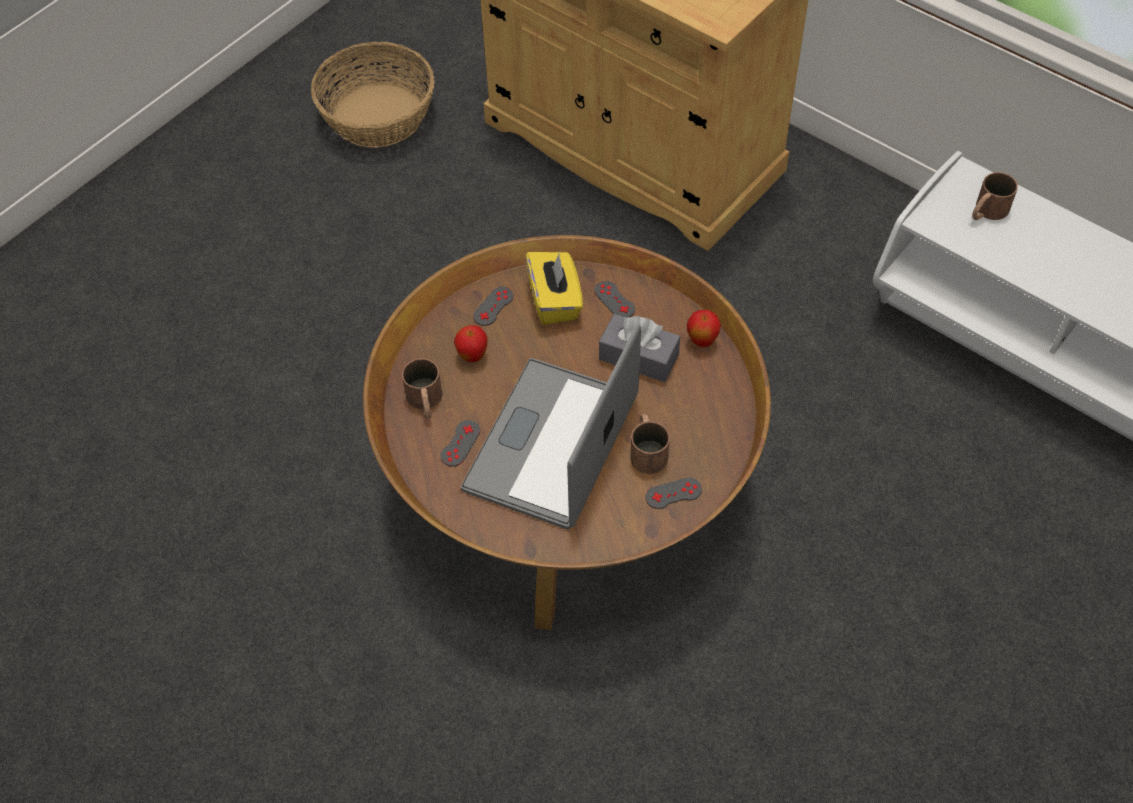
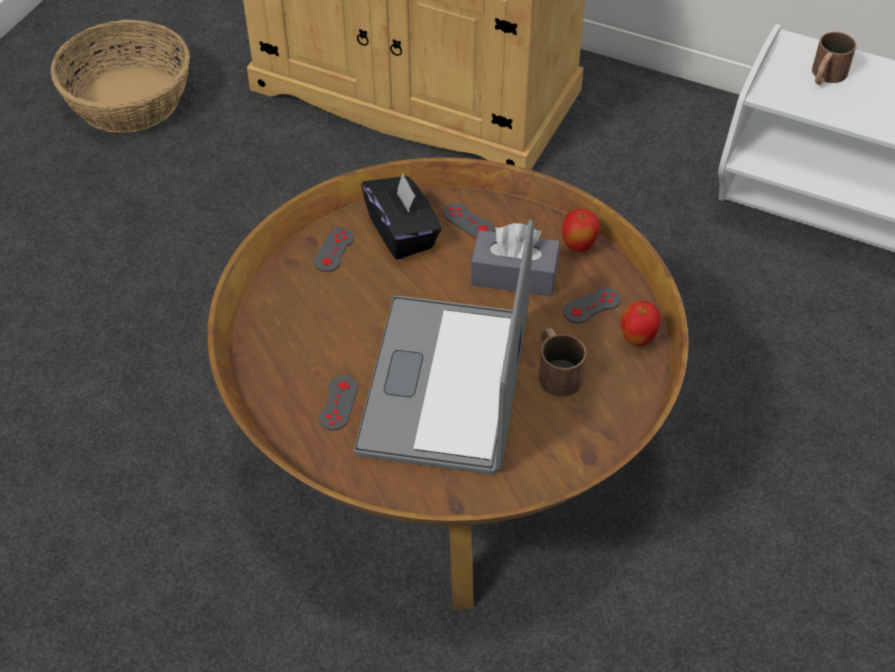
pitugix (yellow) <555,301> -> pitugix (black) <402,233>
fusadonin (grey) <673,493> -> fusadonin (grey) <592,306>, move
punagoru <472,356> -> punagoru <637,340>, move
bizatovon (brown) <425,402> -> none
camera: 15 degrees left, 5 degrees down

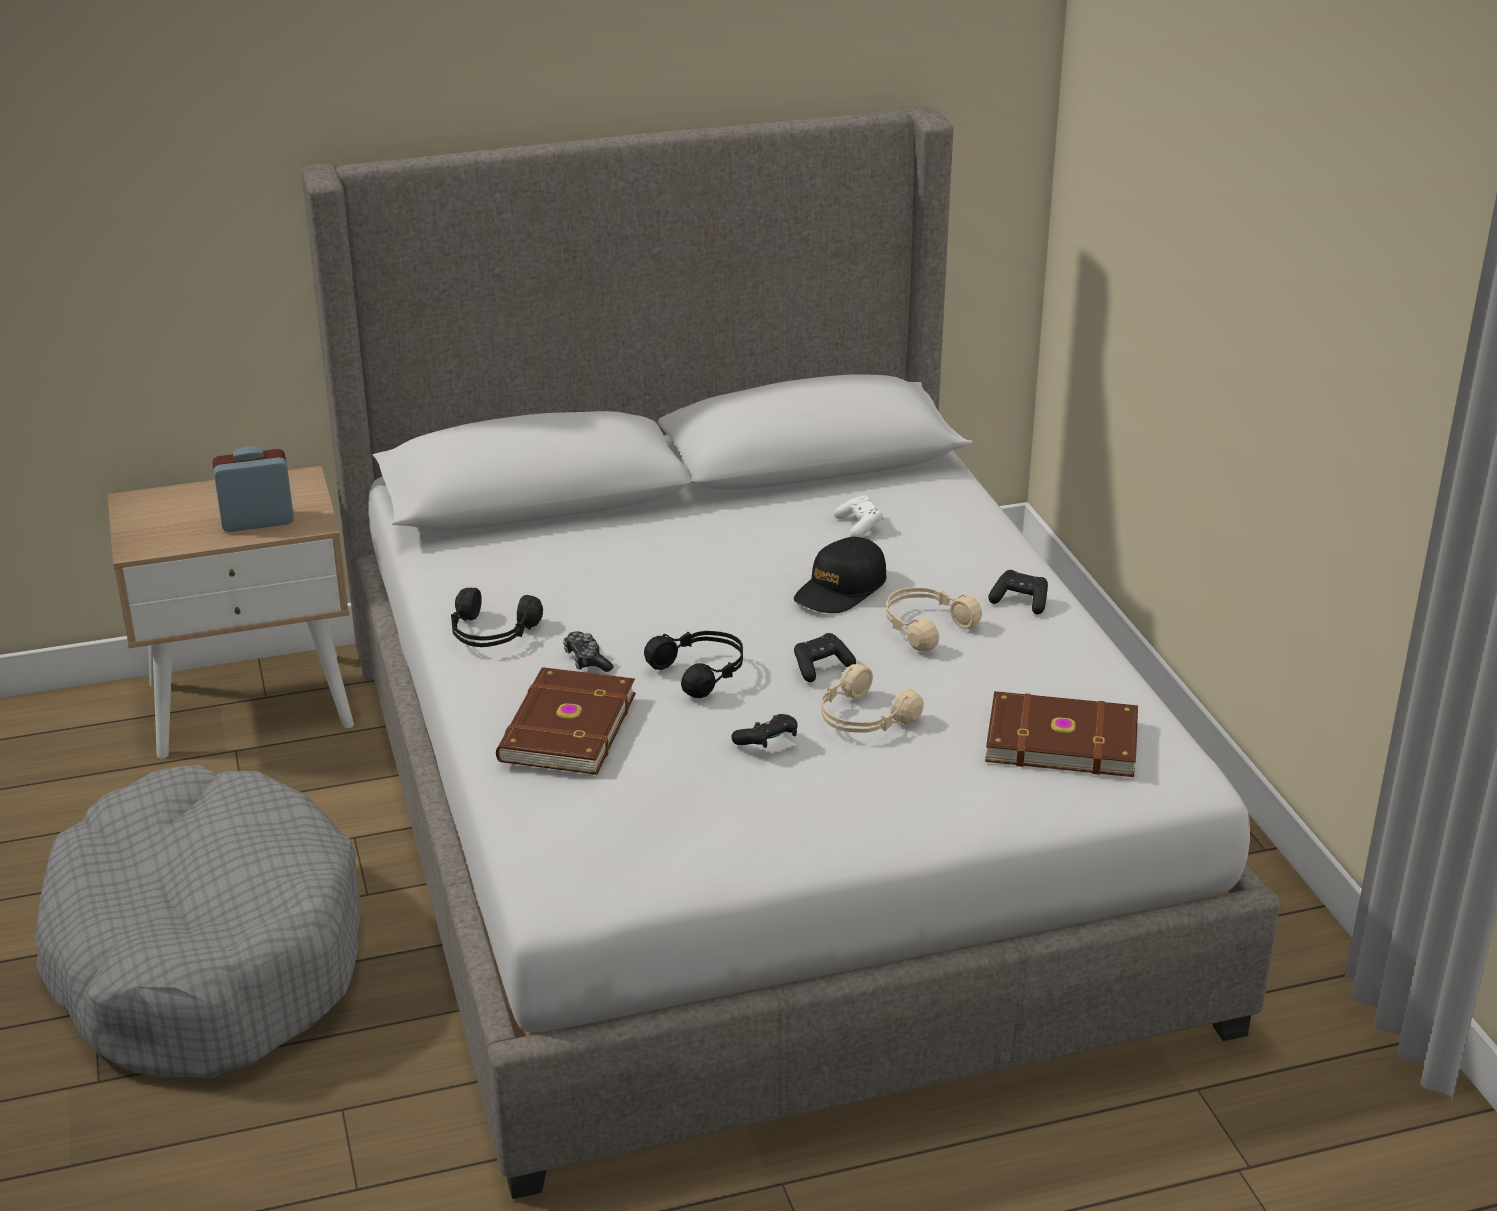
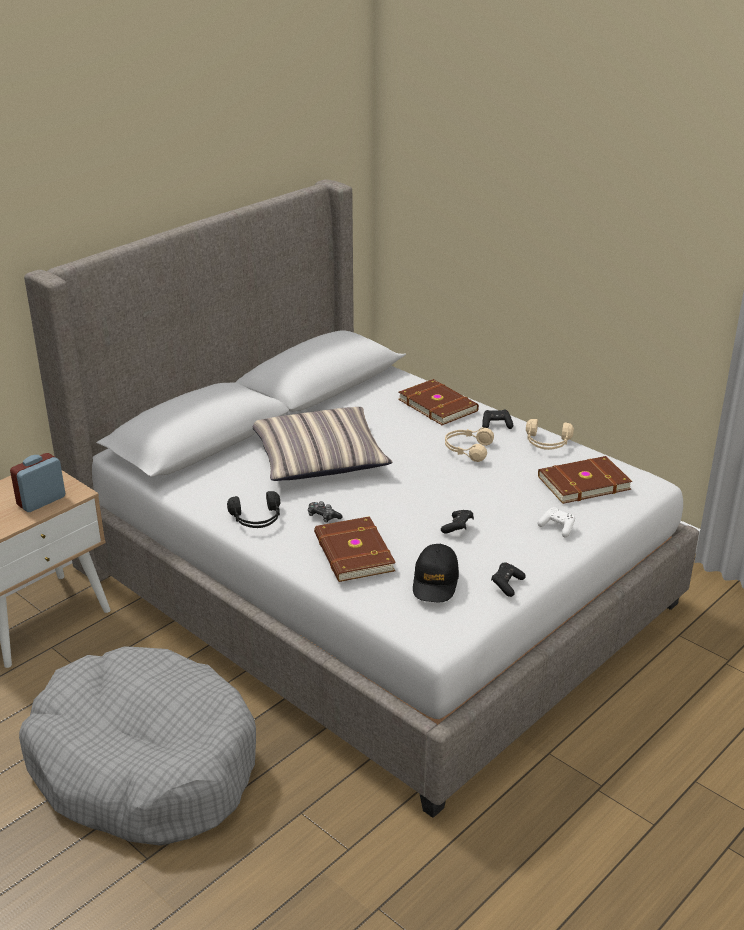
none -> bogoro <319,458>
none -> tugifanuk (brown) <438,404>
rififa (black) <840,589> -> rififa (black) <435,582>, move
fusadonin (black) <821,667> -> fusadonin (black) <506,585>, move
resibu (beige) <862,719> -> resibu (beige) <547,443>, move
fusadonin (white) <859,526> -> fusadonin (white) <557,527>, move
resibu (black) <701,672> -> none
camera: 30 degrees left, 0 degrees up

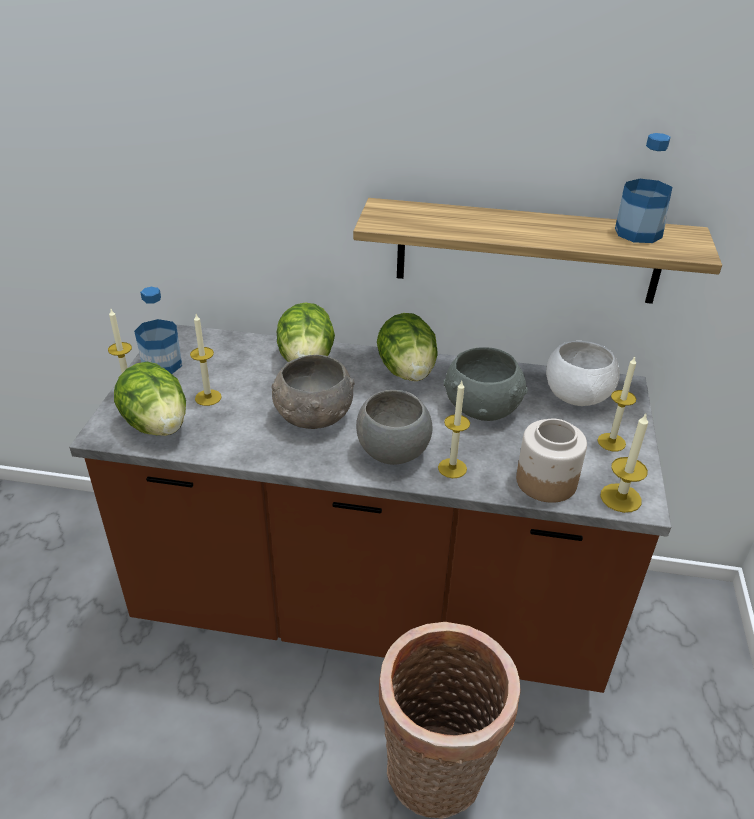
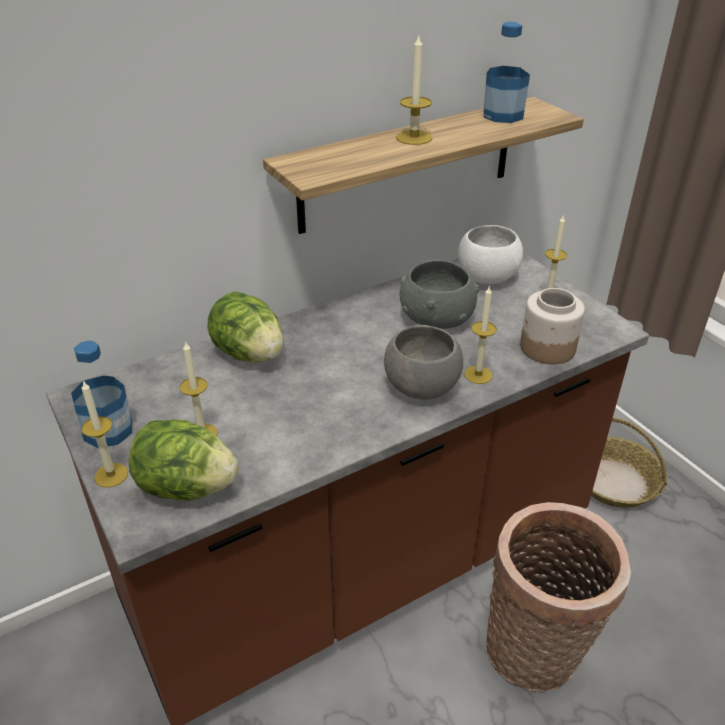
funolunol <620,498> -> funolunol <414,137>, move
none -> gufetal <615,481>
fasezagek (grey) <313,416> -> none
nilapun <407,372> -> none
camera: 40 degrees left, 0 degrees up

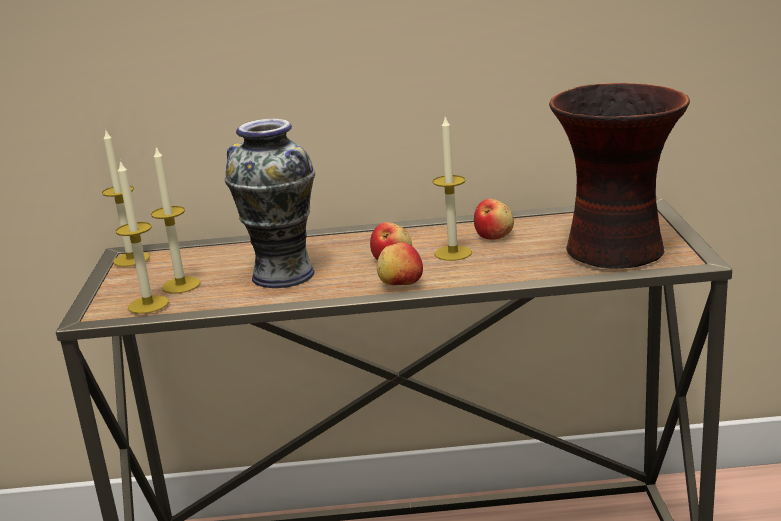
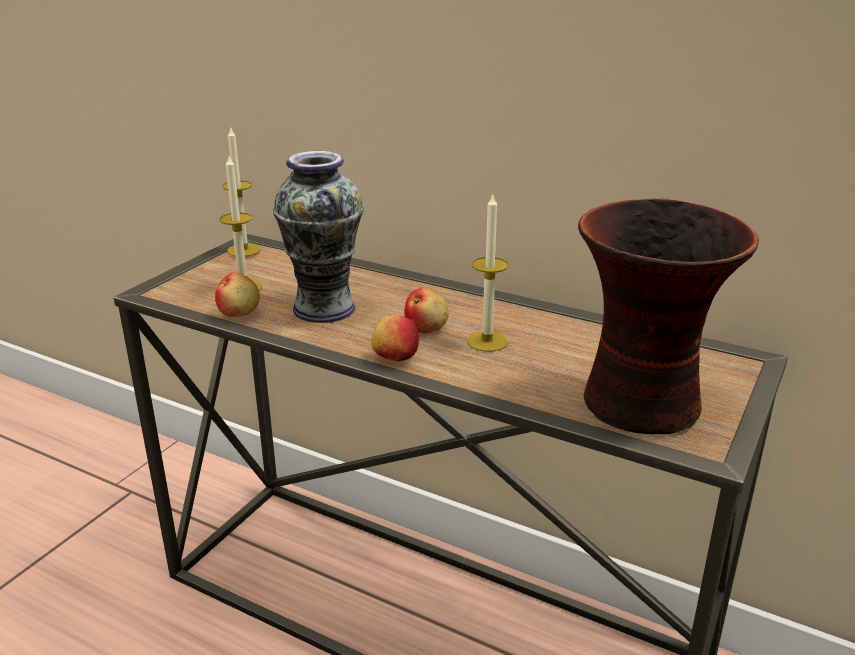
punagoru <494,236> -> punagoru <240,312>, move
funolunol <148,304> -> none
camera: 30 degrees right, 5 degrees up

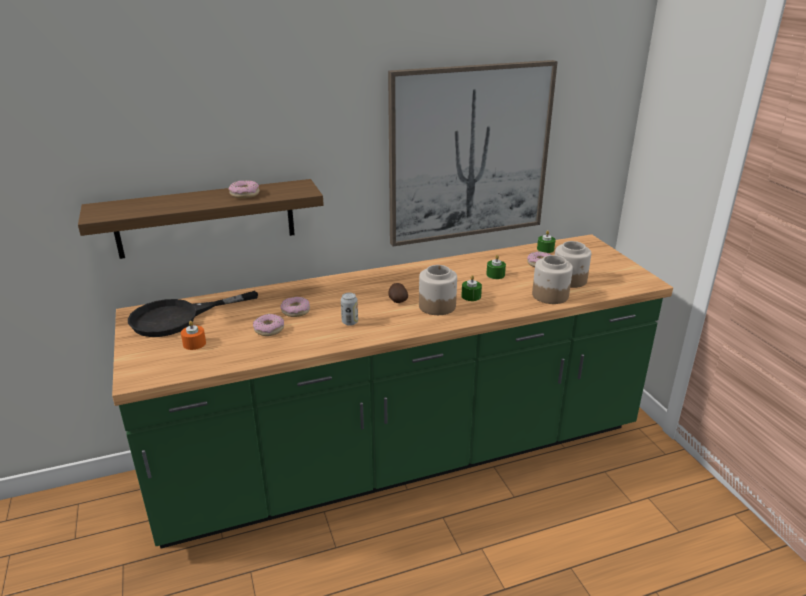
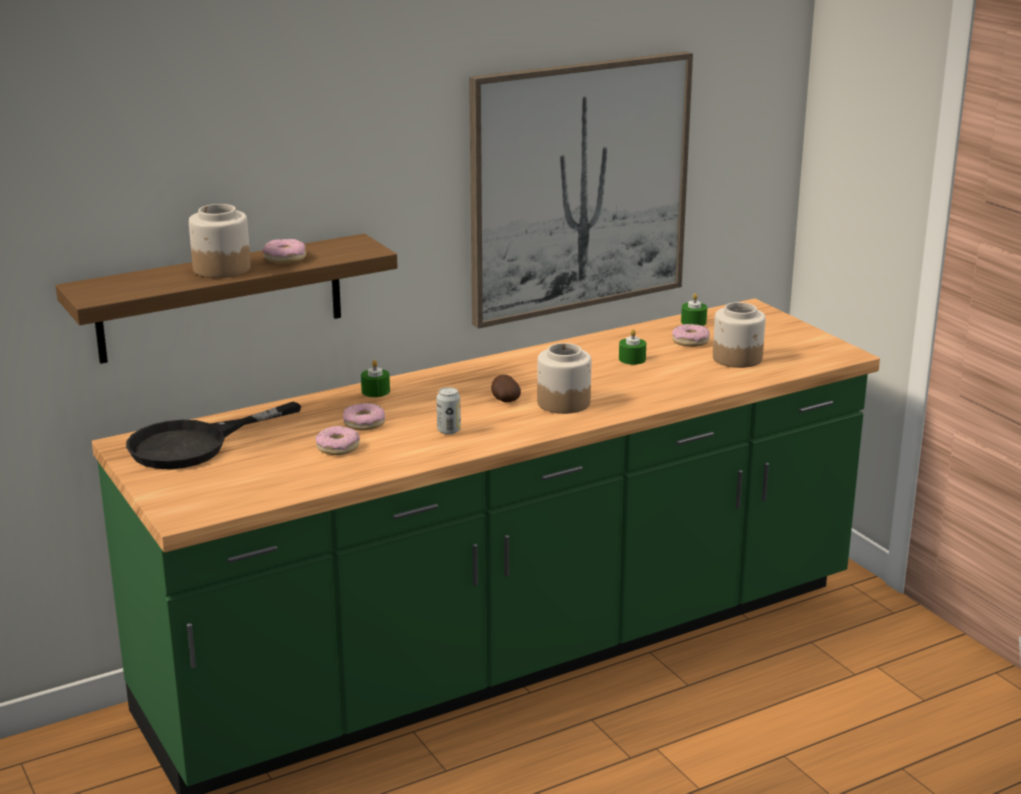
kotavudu <549,295> -> kotavudu <221,269>, move
funolunol (green) <471,296> -> funolunol (green) <375,391>, move
funolunol (orange) <194,343> -> none
camera: 10 degrees left, 5 degrees down

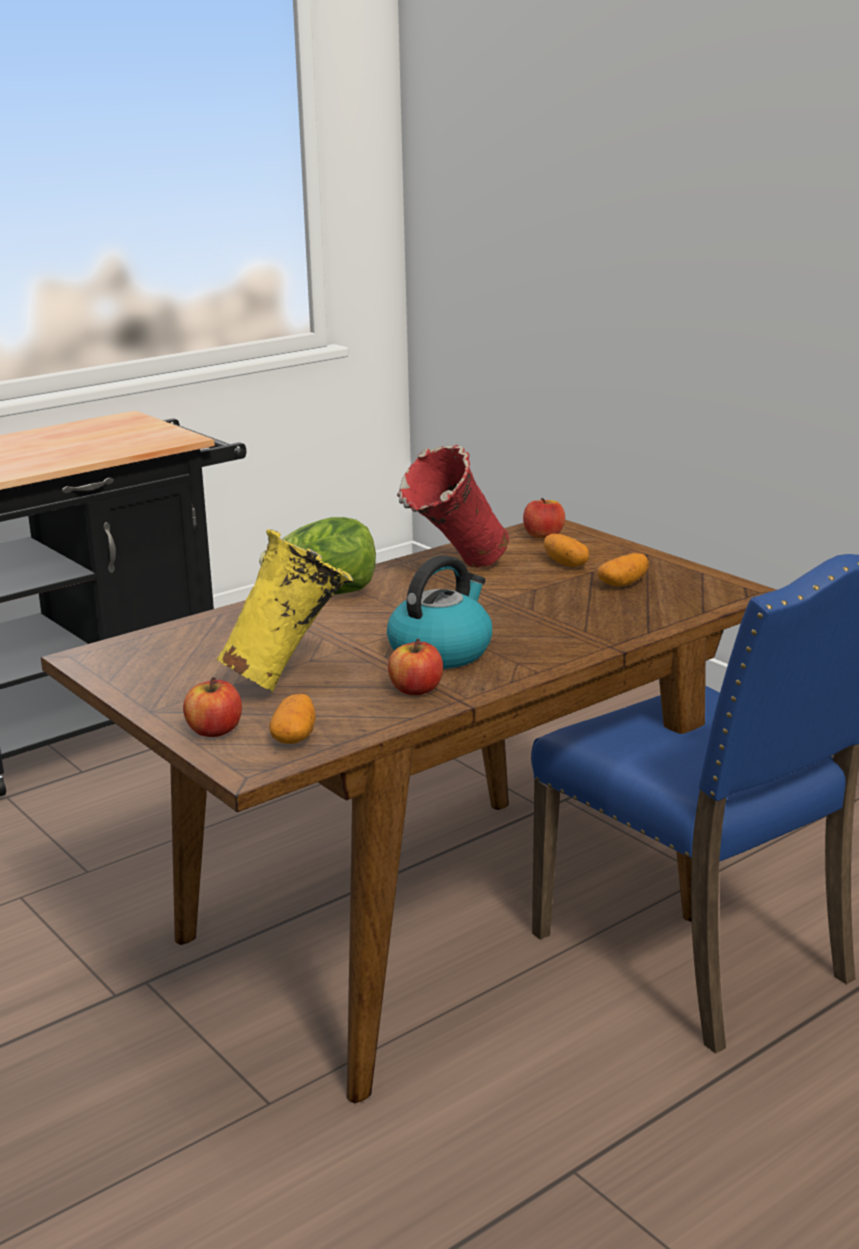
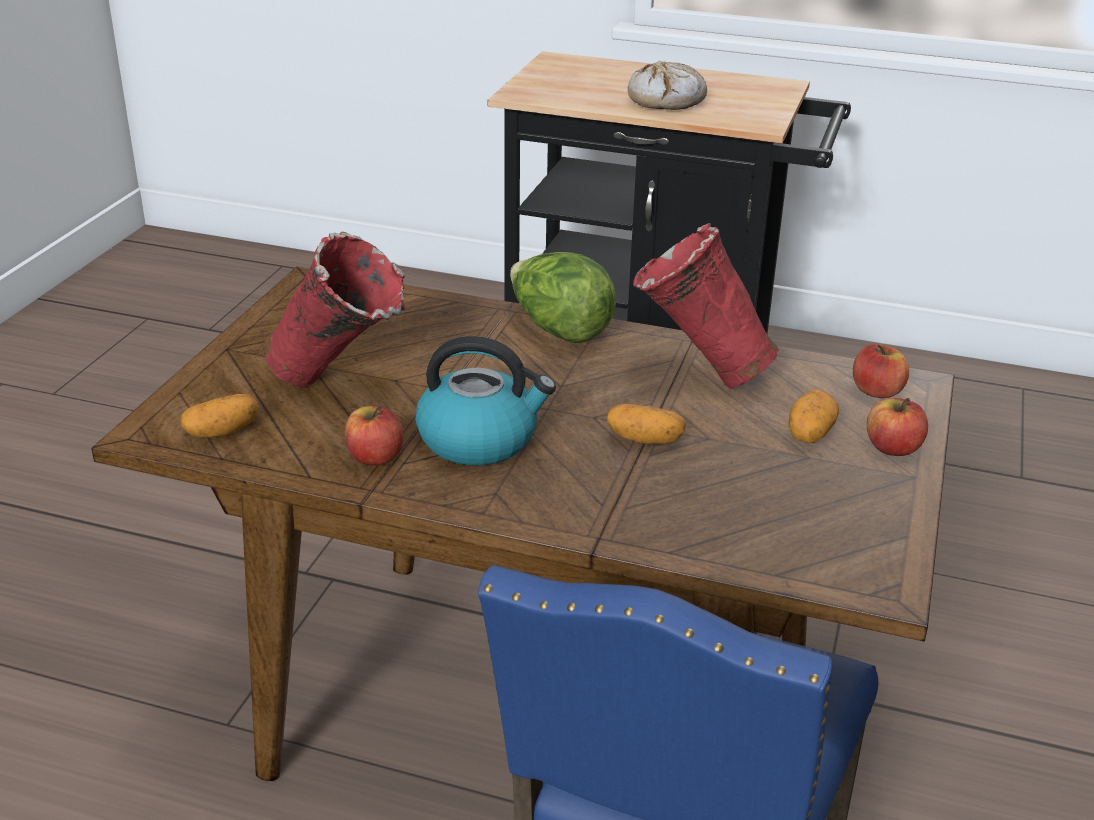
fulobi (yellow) <290,680> -> fulobi (red) <341,386>
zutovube <623,584> -> zutovube <644,439>, move
none -> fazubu <666,100>
punagoru <215,731> -> punagoru <892,448>, move
camera: 55 degrees right, 10 degrees up

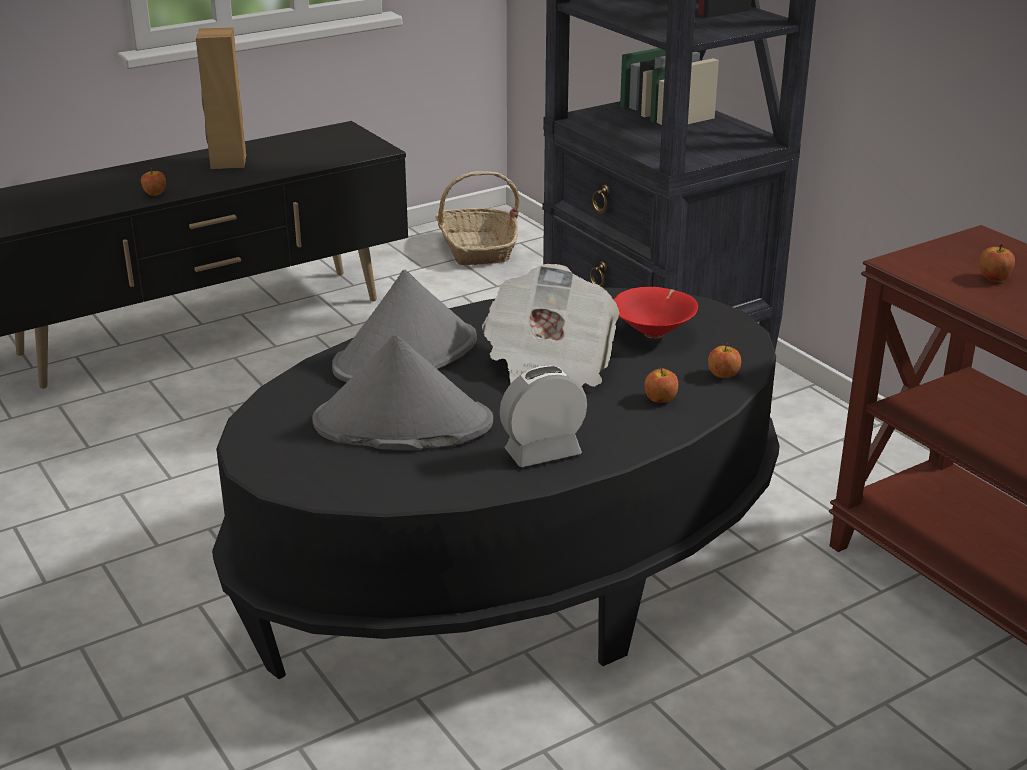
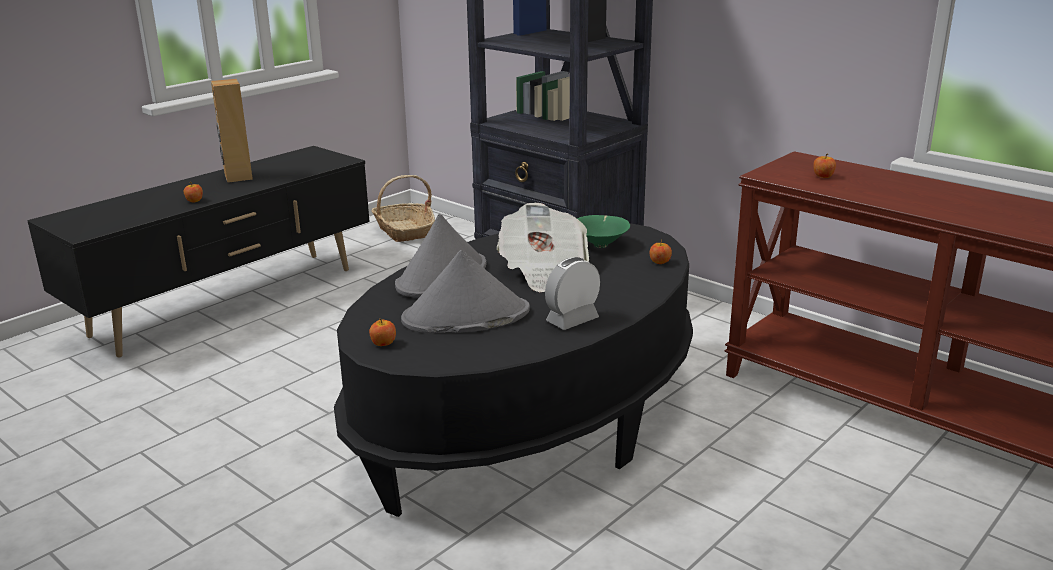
punagoru <660,399> -> punagoru <383,343>, move
fasezagek (red) <654,333> -> fasezagek (green) <601,245>
camera: 15 degrees left, 5 degrees down

